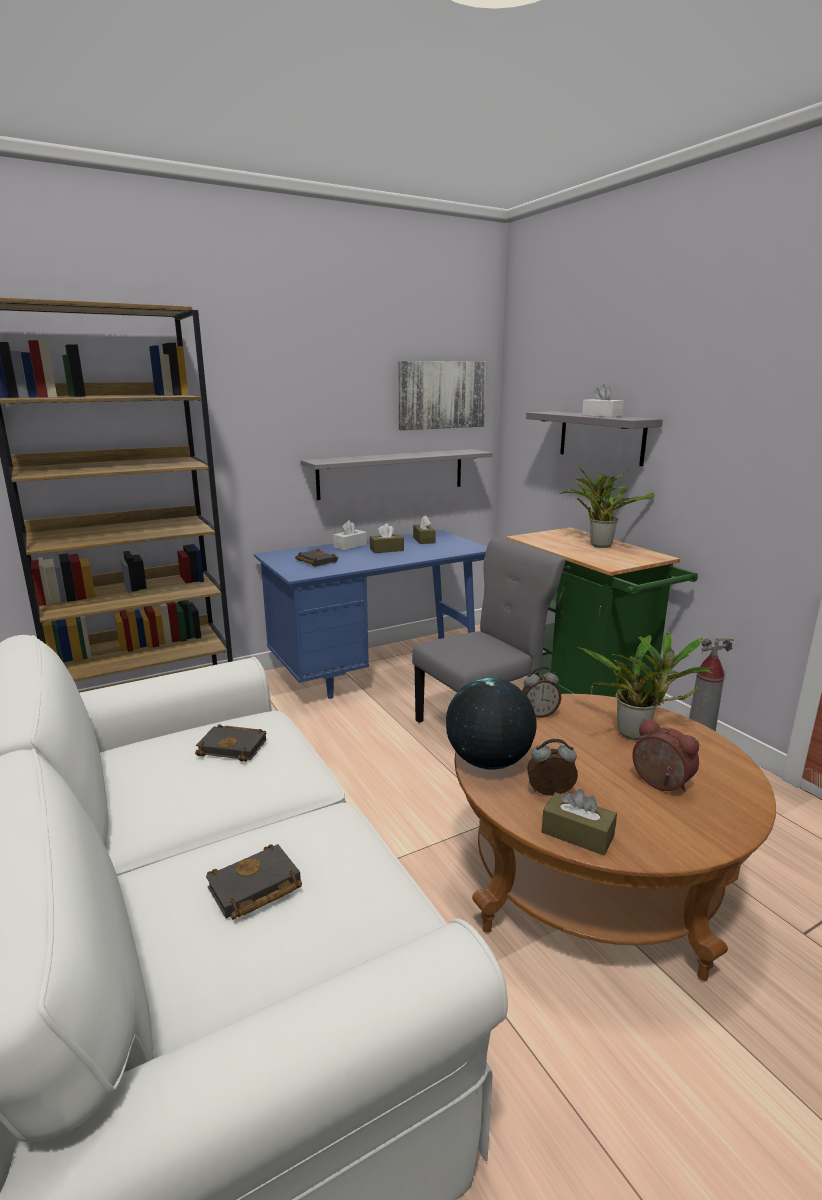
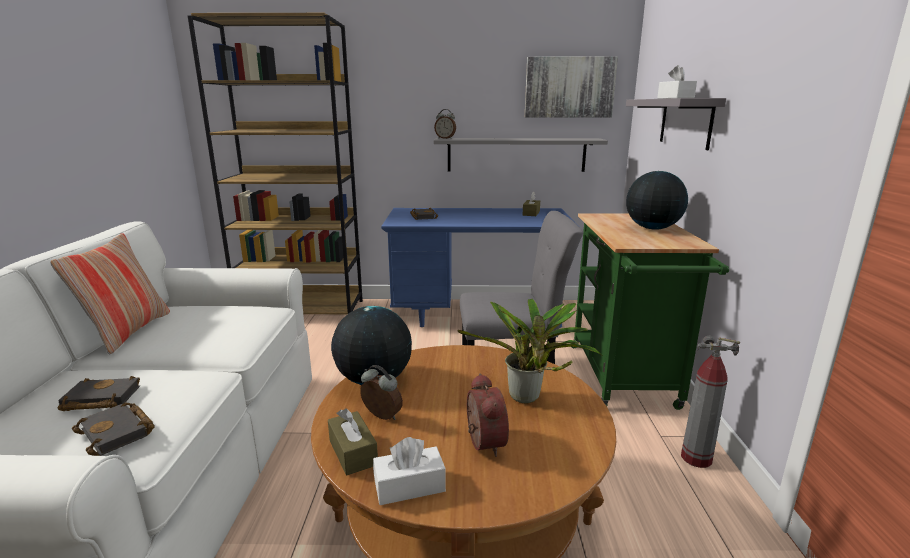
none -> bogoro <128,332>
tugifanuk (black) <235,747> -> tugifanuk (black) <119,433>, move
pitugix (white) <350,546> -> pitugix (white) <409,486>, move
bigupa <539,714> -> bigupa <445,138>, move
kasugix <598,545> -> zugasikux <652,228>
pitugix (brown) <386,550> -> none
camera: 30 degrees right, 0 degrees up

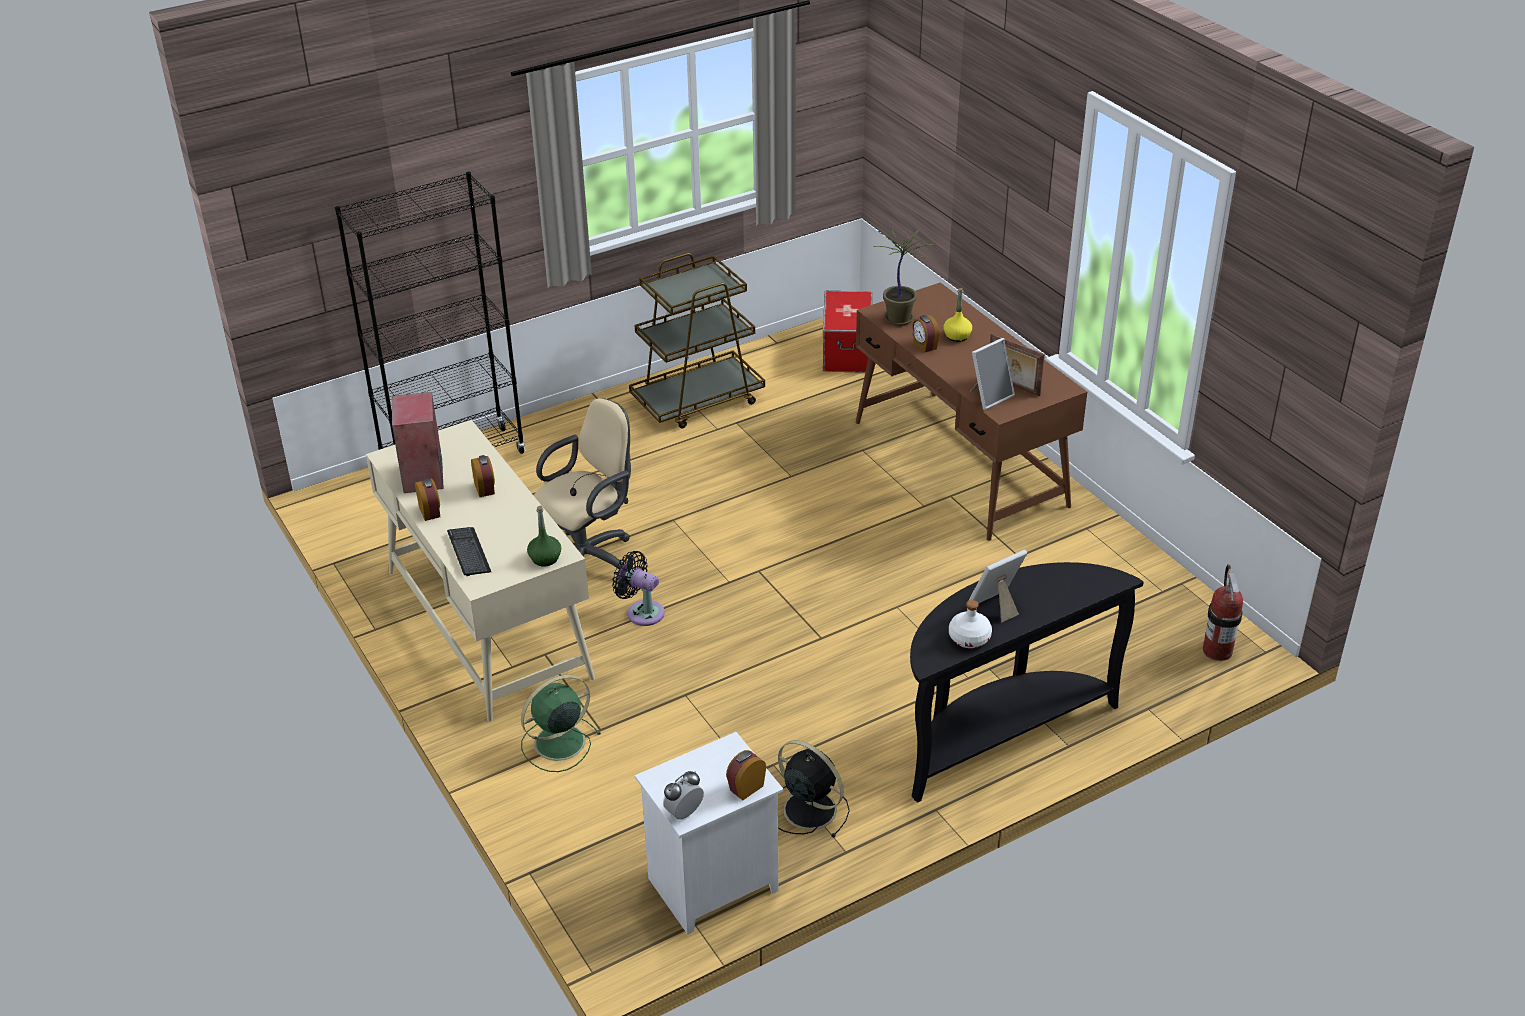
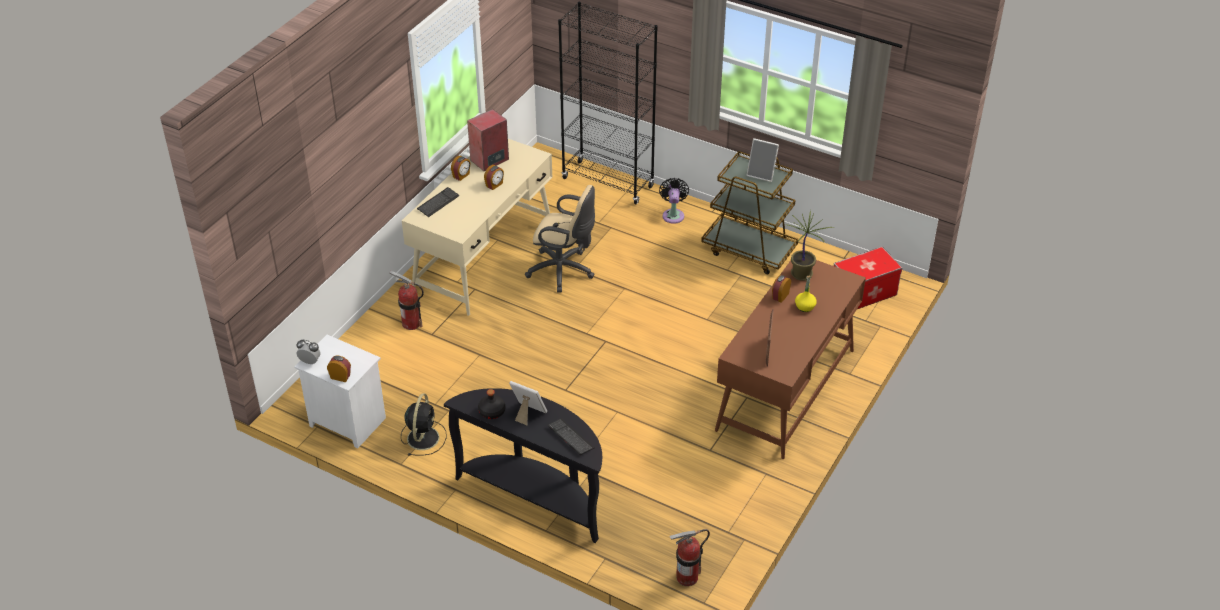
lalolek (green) <557,743> -> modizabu <411,323>
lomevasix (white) <970,638> -> lomevasix (black) <492,412>
none -> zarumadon <570,437>
lalolek (black) <642,612> -> lalolek (black) <673,214>, move
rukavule <989,396> -> rukavule <762,174>, move
lomevasix (green) <545,558> -> none
camera: 60 degrees right, 5 degrees up

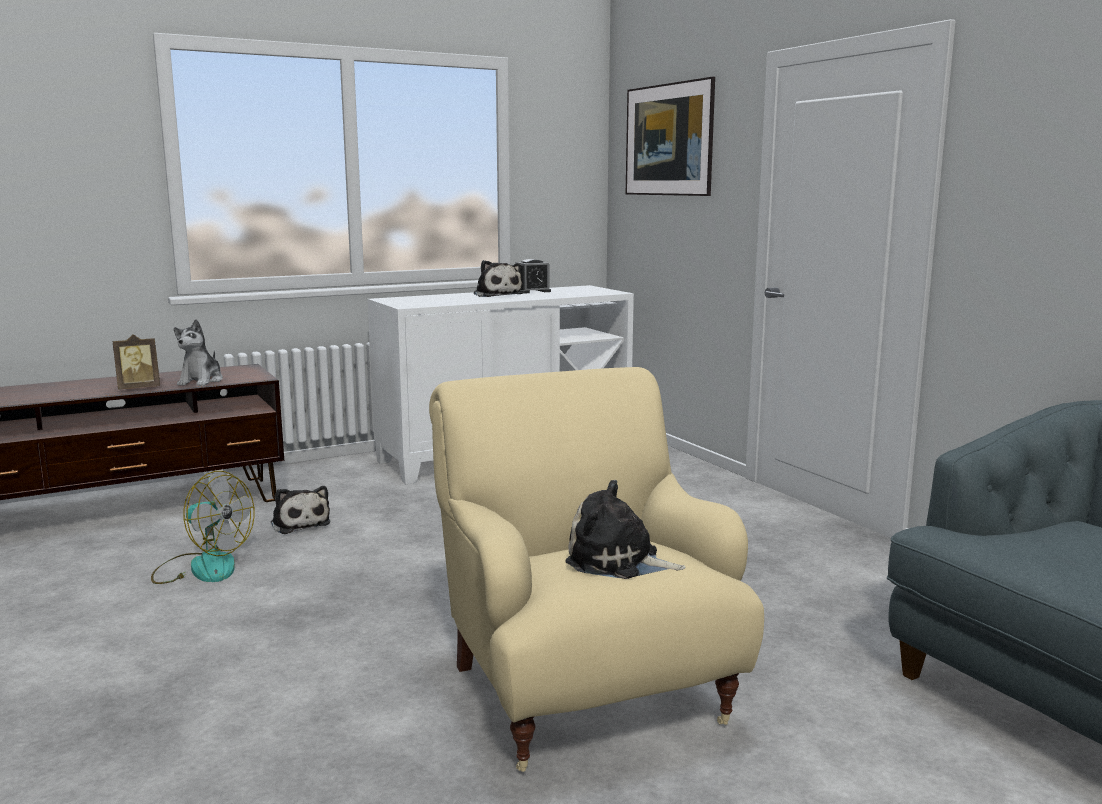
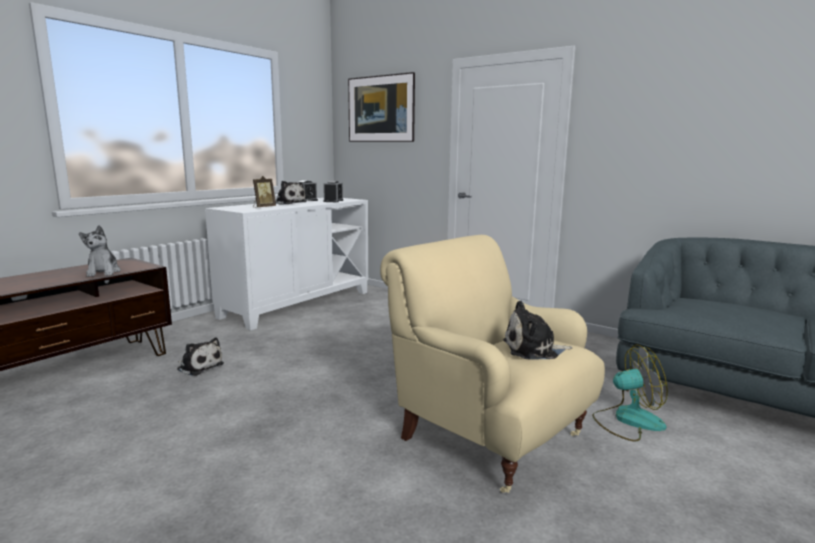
rukavule <138,388> -> rukavule <263,207>, move
none -> bigupa <333,201>
lalolek <202,567> -> lalolek <627,420>, move
camera: 25 degrees left, 0 degrees up

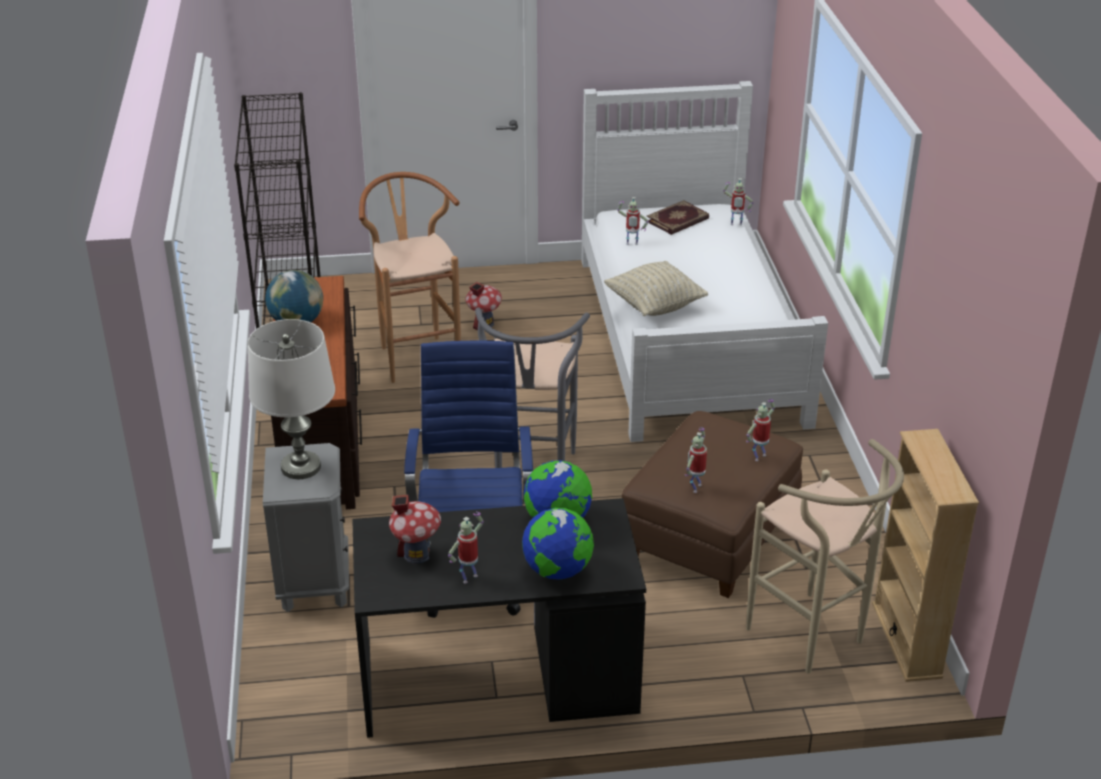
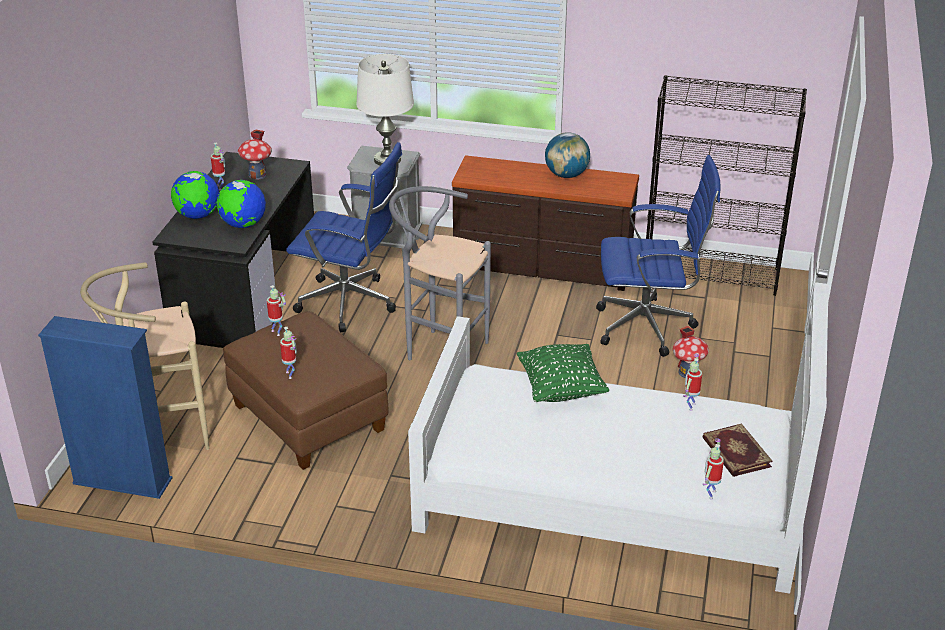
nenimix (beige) <906,640> -> nenimix (blue) <122,481>
bogoro (beige) <654,306> -> bogoro (green) <561,389>
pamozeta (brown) <416,354> -> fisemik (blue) <649,327>
camera: 110 degrees right, 0 degrees up

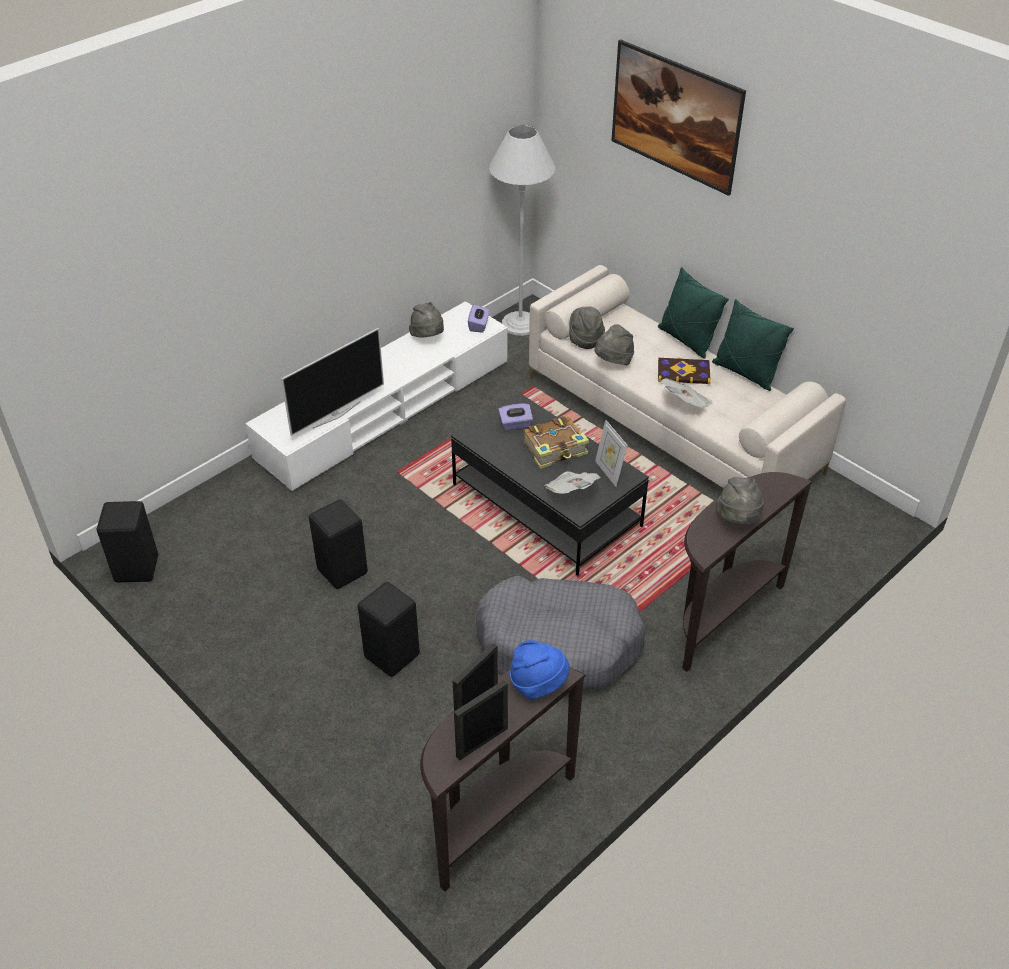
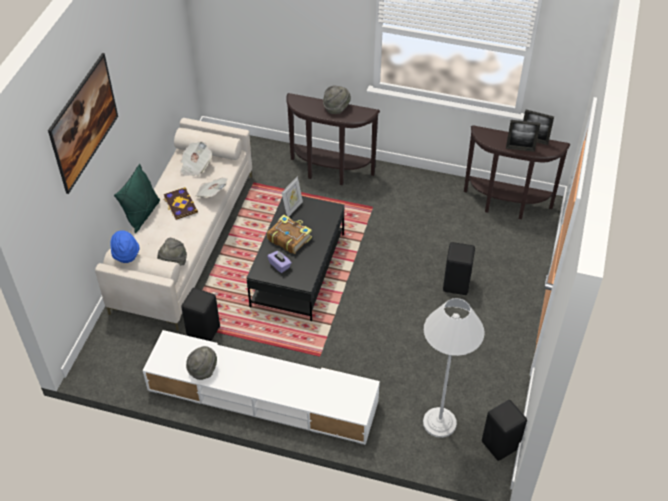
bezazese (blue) <538,684> -> bezazese (blue) <125,254>, move
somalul <571,492> -> somalul <195,166>, move
pamozeta (black) <340,571> -> pamozeta (black) <204,332>, move
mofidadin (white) <520,324> -> mofidadin (white) <439,422>, move
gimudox <336,414> -> none
pitugix (purple) <479,325> -> none
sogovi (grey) <559,645> -> none
bezazese (grey) <613,362> -> none
bogoro (green) <745,373> -> none
camera: 120 degrees left, 5 degrees up

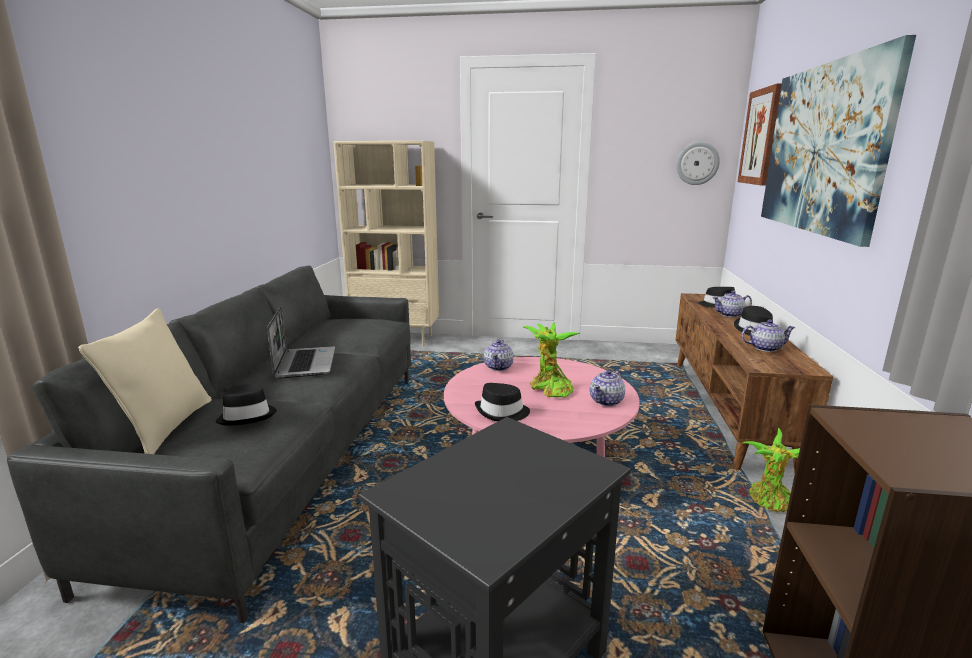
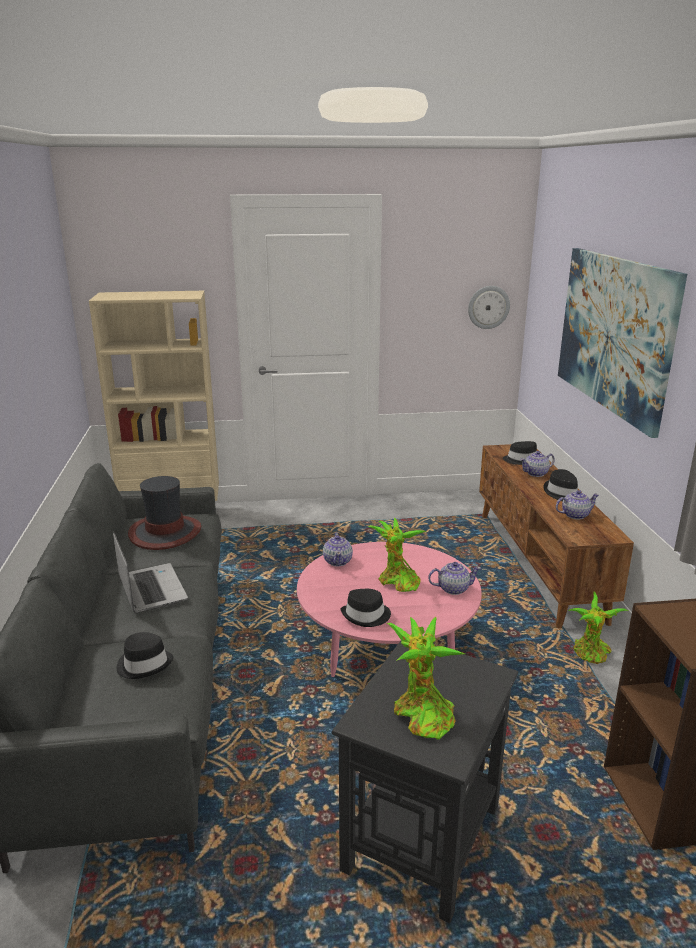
none -> bezazese <165,533>
none -> kasugix <421,715>
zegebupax <607,401> -> zegebupax <453,589>, 120 degrees counterclockwise
bogoro (beige) <166,427> -> none
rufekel <760,137> -> none
camera: 15 degrees left, 5 degrees up

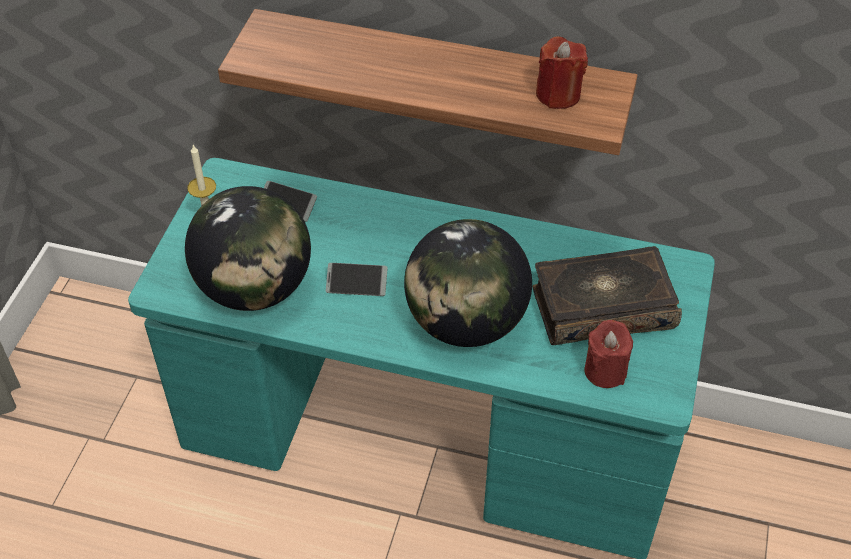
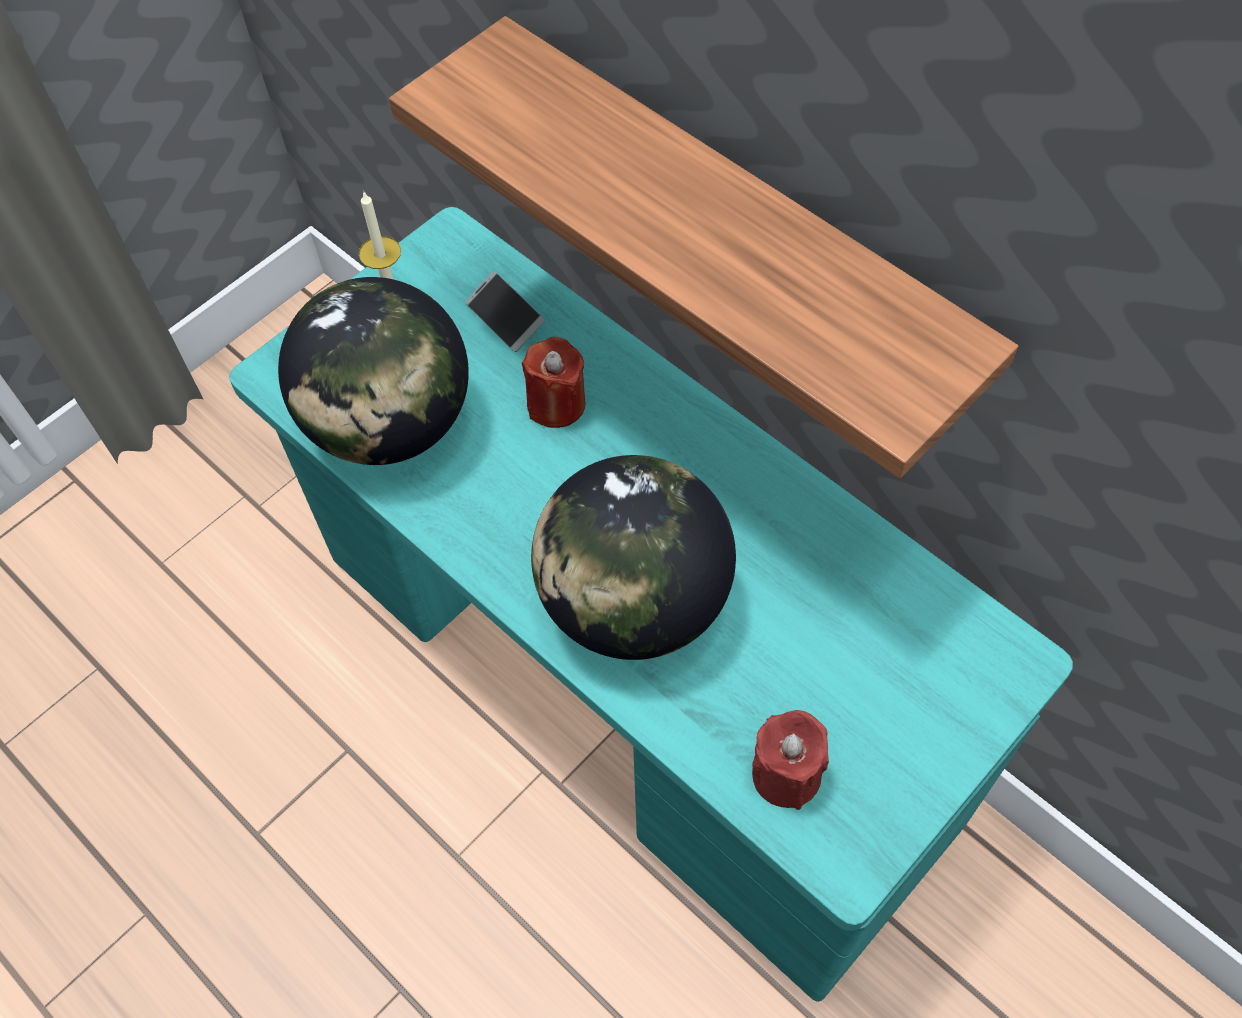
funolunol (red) <558,94> -> funolunol (red) <556,404>, move
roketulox <356,284> -> none
tugifanuk <602,307> -> none
camera: 30 degrees right, 10 degrees up

